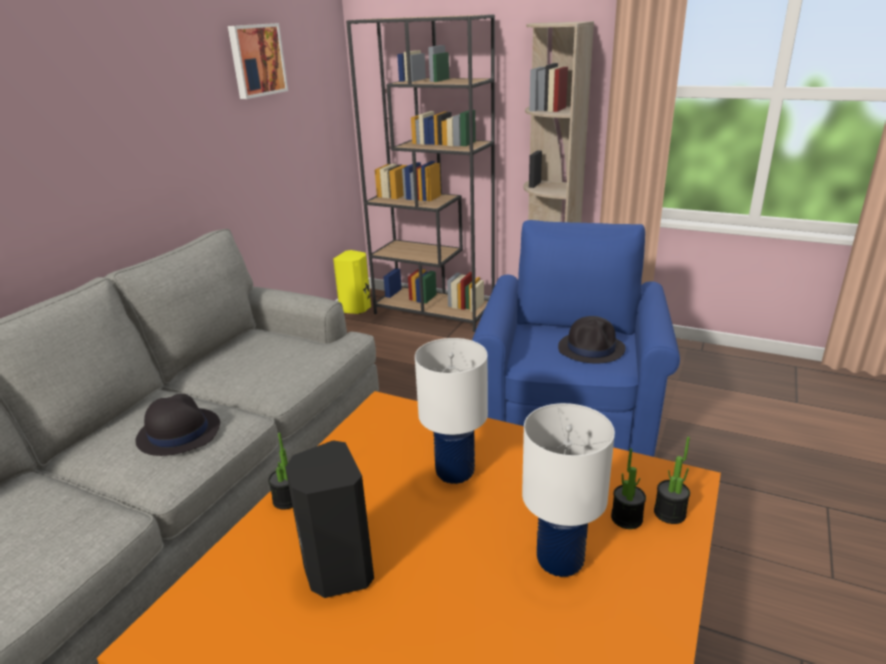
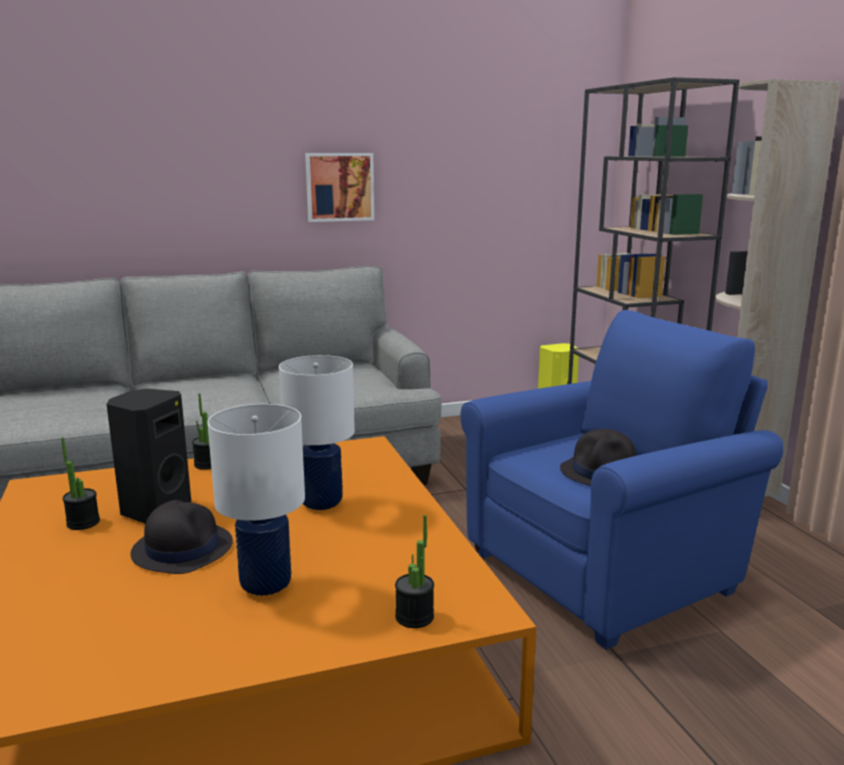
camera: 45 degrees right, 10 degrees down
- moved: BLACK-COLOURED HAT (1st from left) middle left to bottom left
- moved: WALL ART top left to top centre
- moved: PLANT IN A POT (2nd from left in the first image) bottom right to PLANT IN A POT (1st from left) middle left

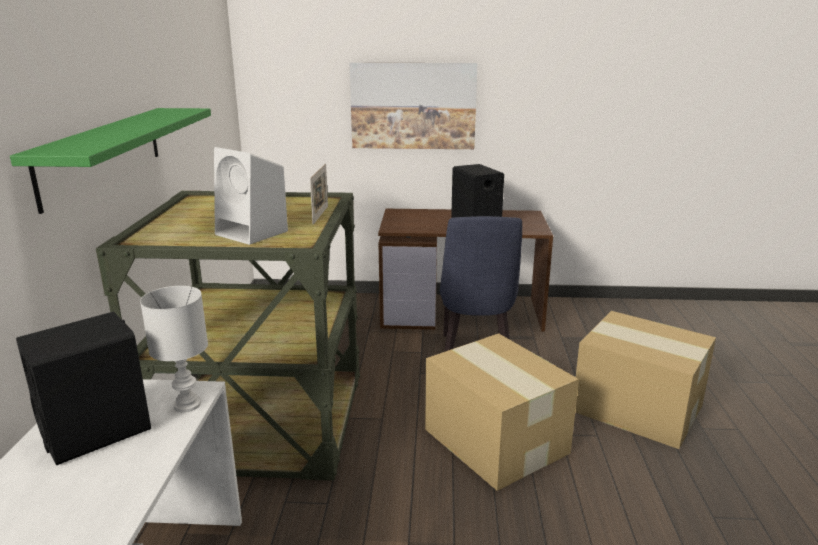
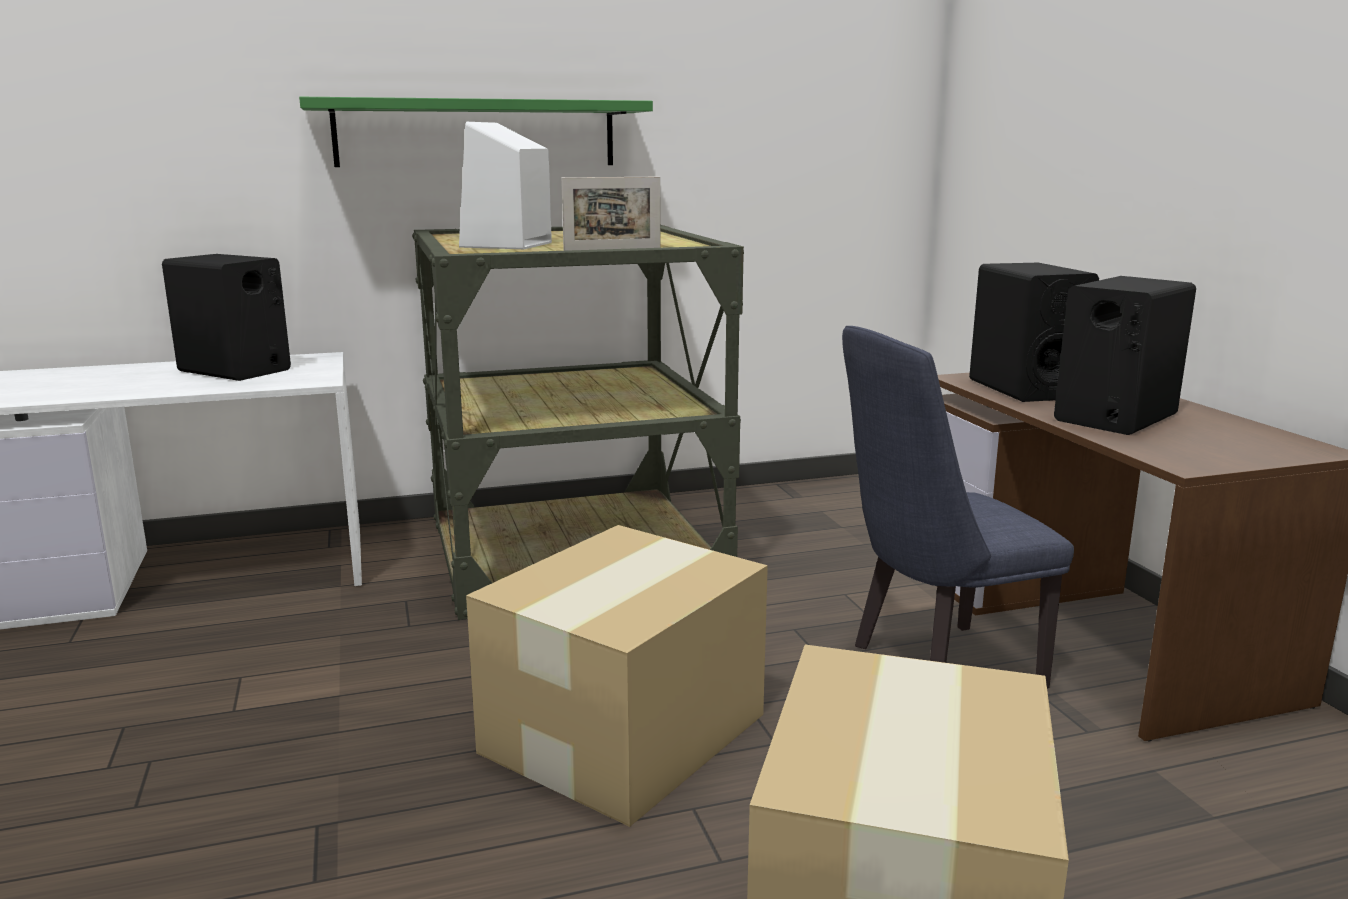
camera: 70 degrees right, 5 degrees down
- removed: WHITISH LAMP FOR A TABLE middle left
- removed: WALL ART top centre
- added: BLACK-COLOURED LOUDSPEAKER (2nd from left) middle right

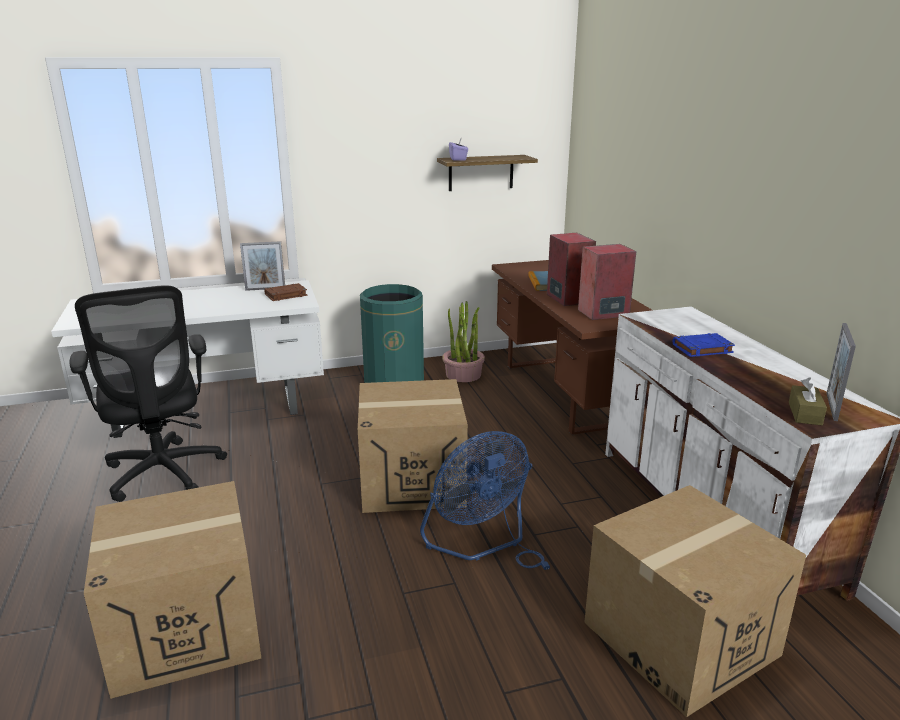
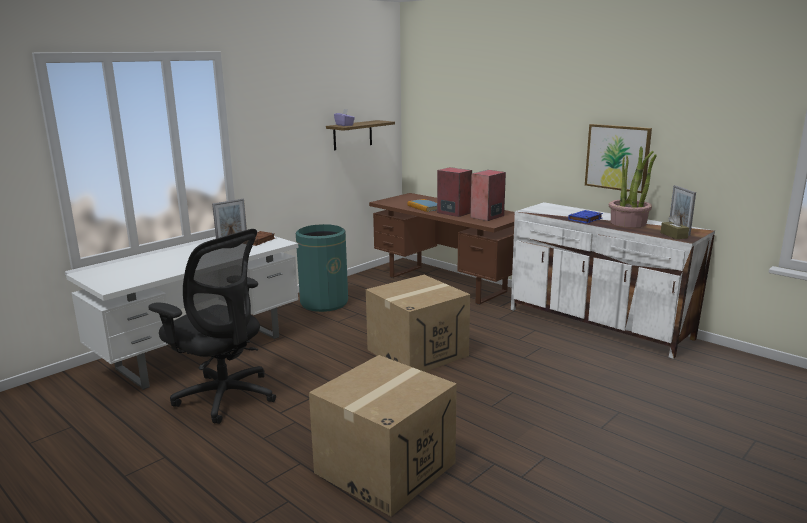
camera: 30 degrees left, 5 degrees down
- removed: BLUISH ELECTRIC FAN bottom centre
- moved: PLANT IN A POT centre to middle right
- removed: PACKING BOX (3rd from left) bottom right
- added: WALL ART top right

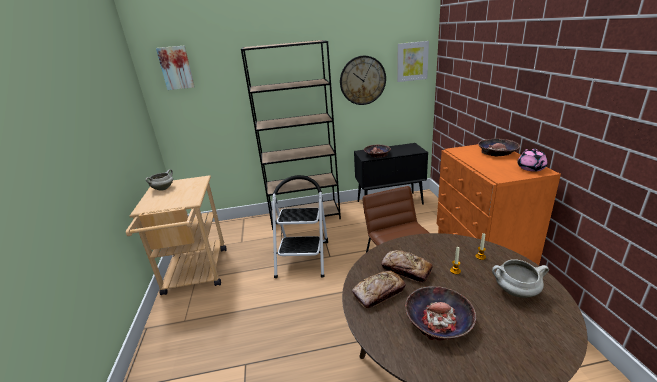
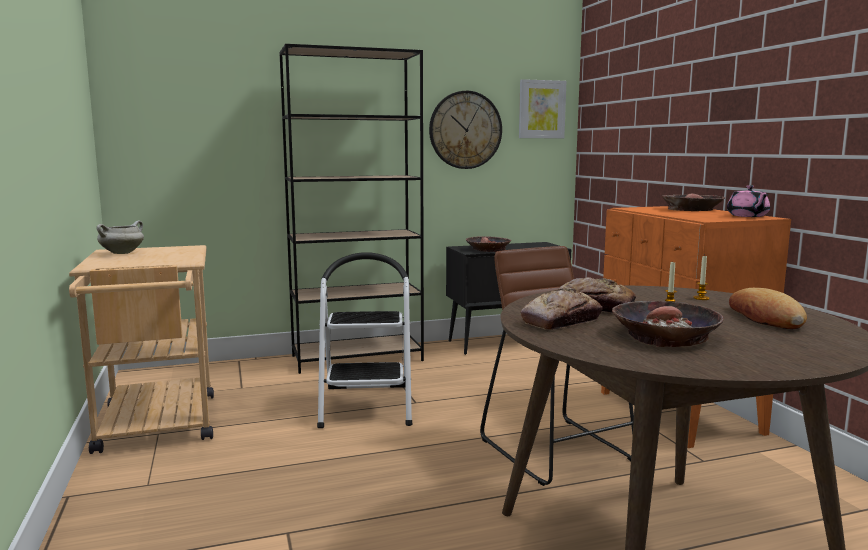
camera: 10 degrees left, 15 degrees down
- removed: WALL ART (1st from left) top left
- replaced: WHITISH SAUCEPOT (2nd from left) bottom right to BAKED BREAD (3rd from left) middle right

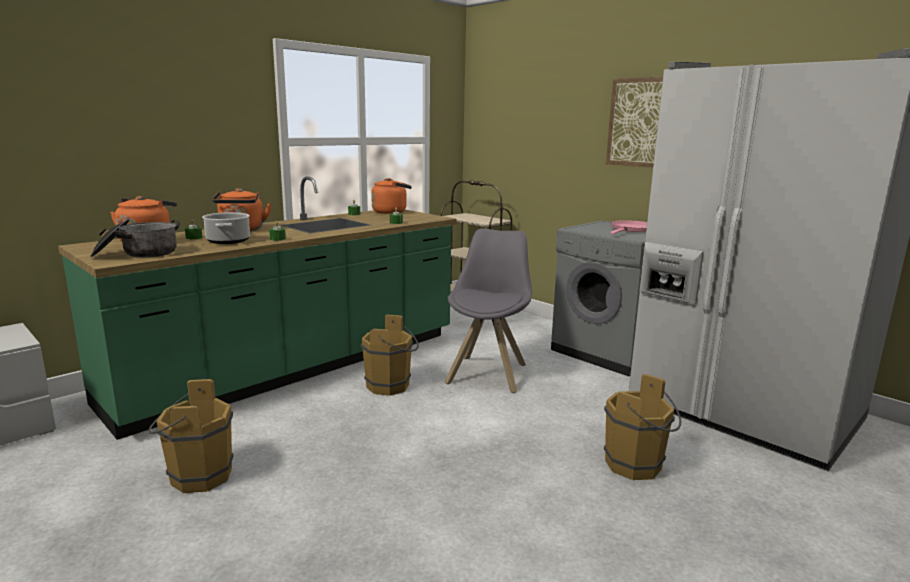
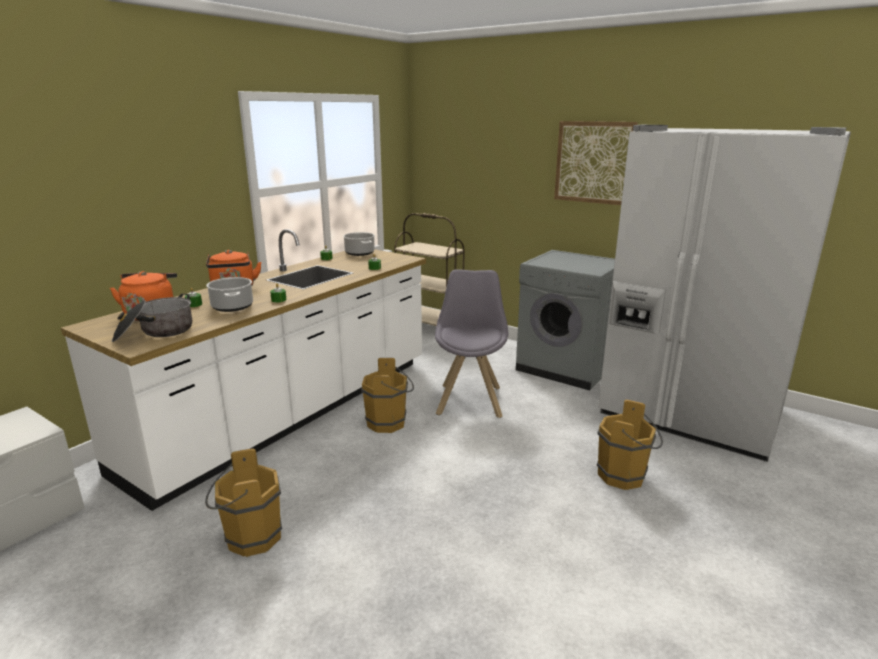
camera: 10 degrees left, 5 degrees up
- recoloured: GREEN KITCHEN COUNTER middle left to WHITISH KITCHEN COUNTER middle left
- replaced: ORANGEY WATER KETTLE (3rd from left) centre to SAUCEPOT (3rd from left) centre
- removed: PINKISH SKILLET middle right

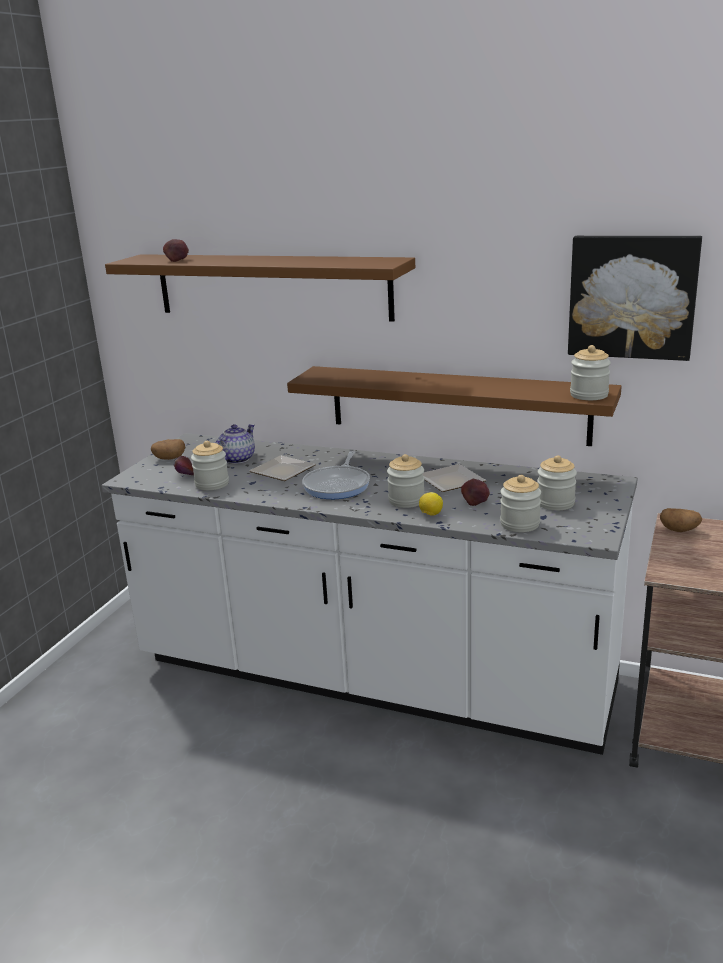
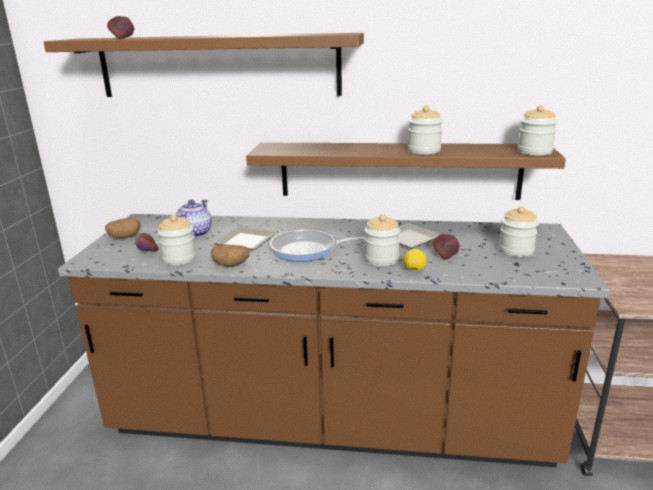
camera: 15 degrees left, 0 degrees up
- recoloured: WHITISH KITCHEN COUNTER centre to BROWNISH KITCHEN COUNTER bottom centre
- turned: SKILLET centre = centre 90 degrees clockwise
- moved: JAR (3rd from left) middle right to top centre
- removed: WALL ART top right
- moved: SPUD (2nd from left) middle right to centre

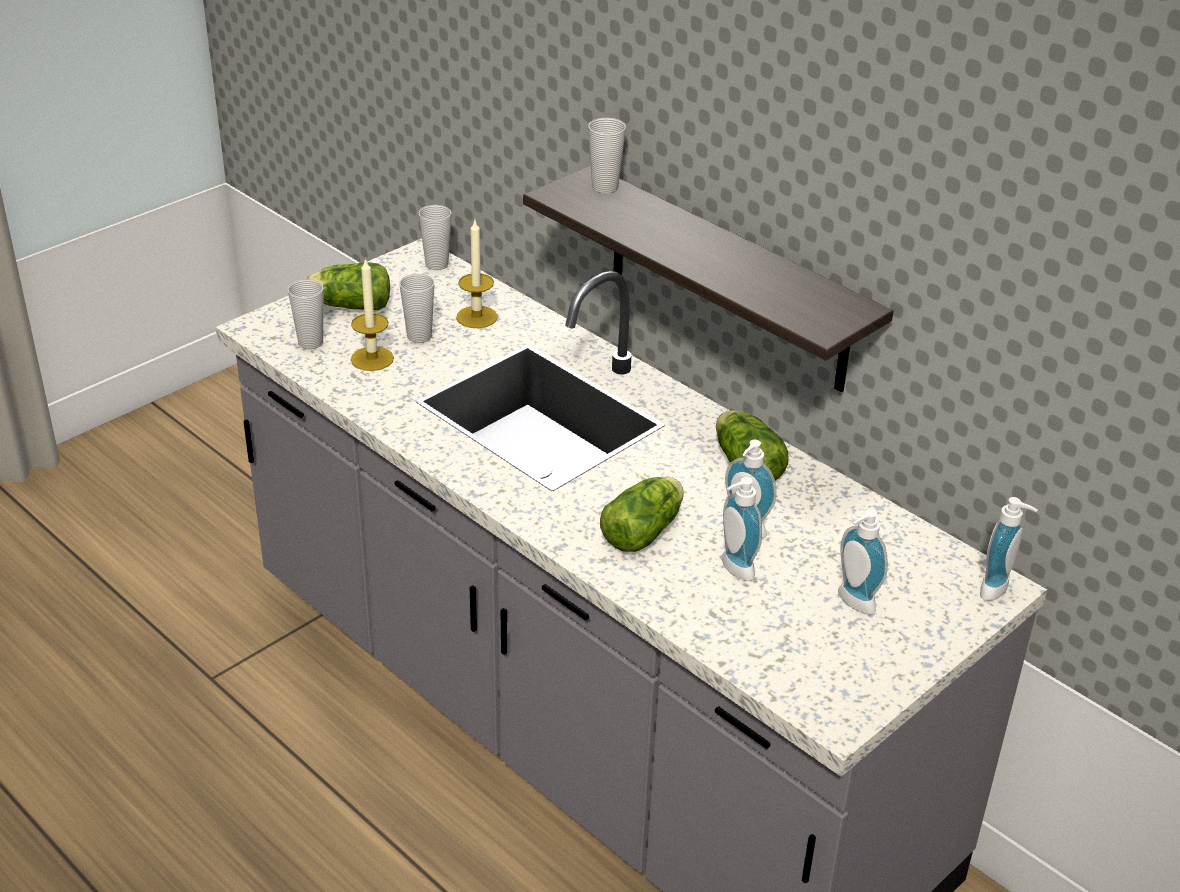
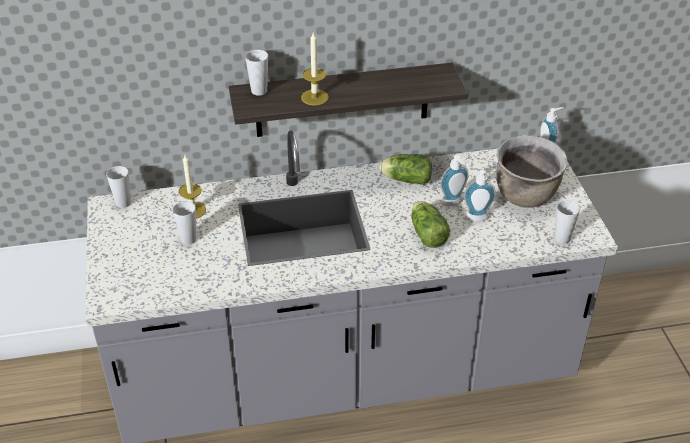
camera: 55 degrees left, 5 degrees up
- moved: SMALL CUP (1st from left in the first image) middle left to SMALL CUP (4th from left) middle right
- removed: LETTUCE HEAD (1st from left) top left
- moved: WAX CANDLE (1st from left in the first image) middle left to WAX CANDLE (2nd from left) top centre
- replaced: LIQUID SOAP BOTTLE (3rd from left) middle right to BROWNISH SAUCEPOT middle right

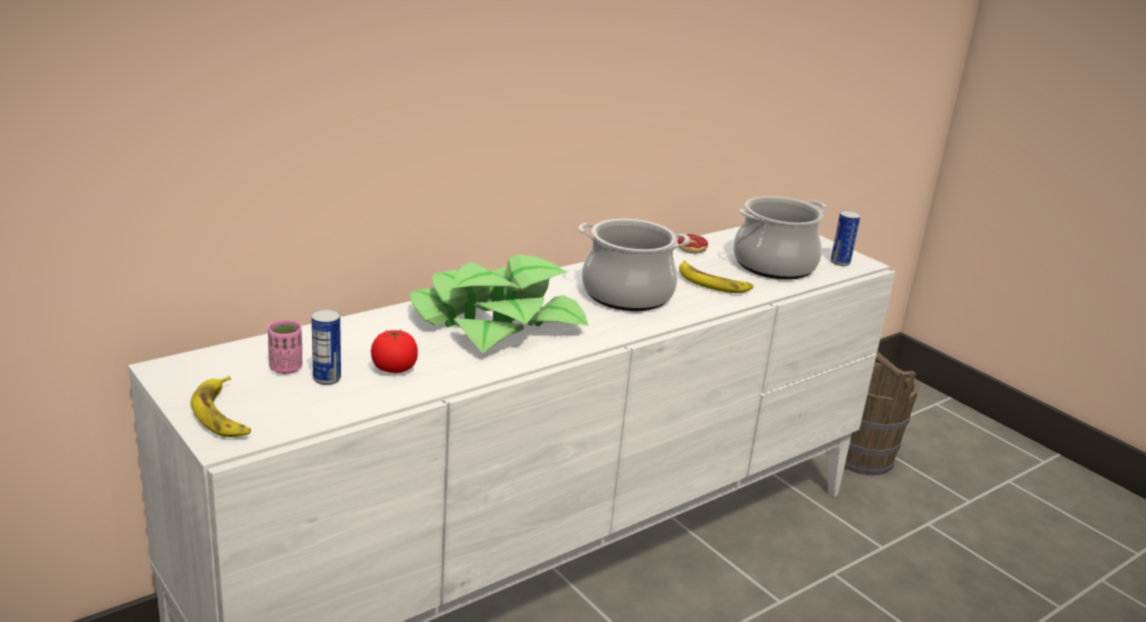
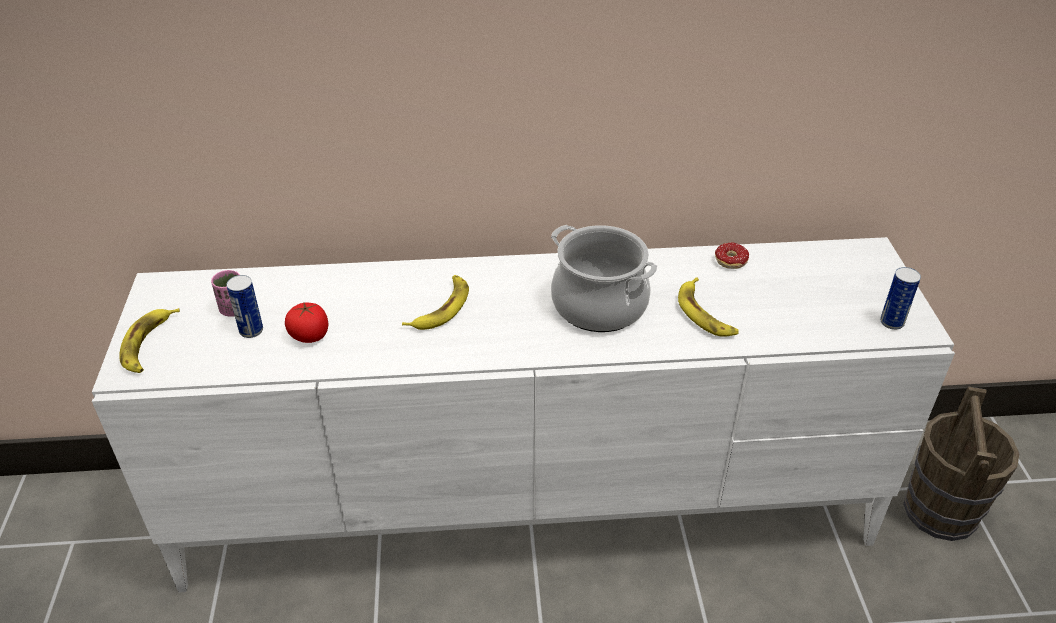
camera: 35 degrees right, 15 degrees up
- replaced: PLANT IN A POT centre to WHOLE BANANA (2nd from left) centre
- removed: SAUCEPOT (2nd from left) middle right

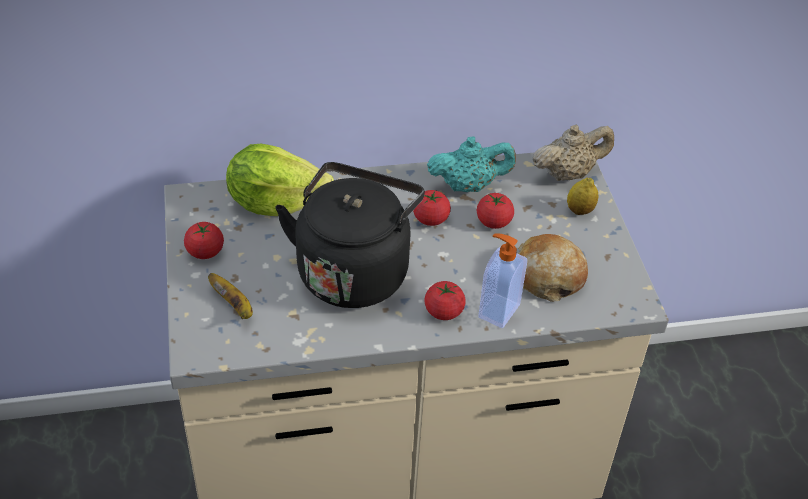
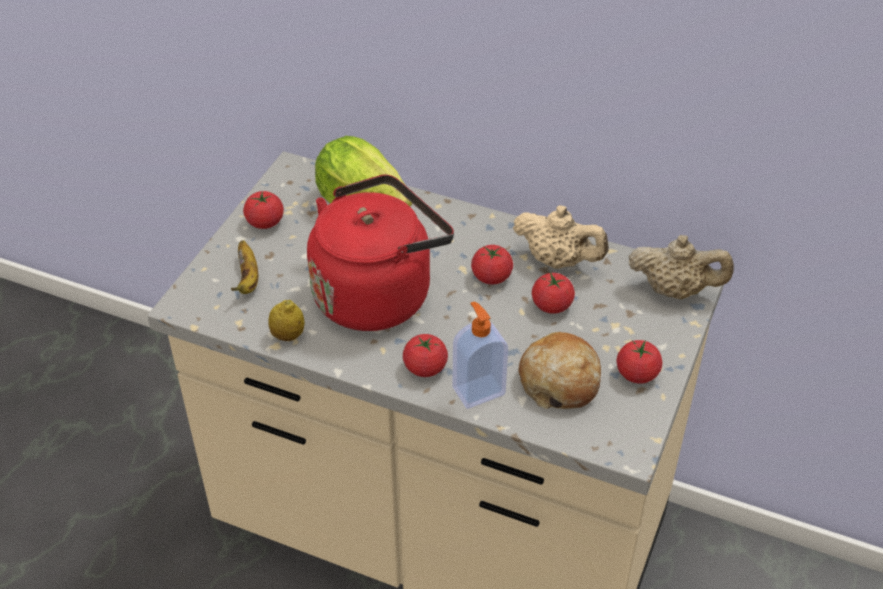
camera: 35 degrees right, 0 degrees up
- recoloured: BLACK-COLOURED WATER KETTLE centre to RED WATER KETTLE centre
- recoloured: TURQUOISE POT FOR TEA top centre to SAND-COLOURED POT FOR TEA (1st from left) centre
- moved: LEMON middle right to middle left
- added: WHOLE TOMATO (5th from left) middle right

